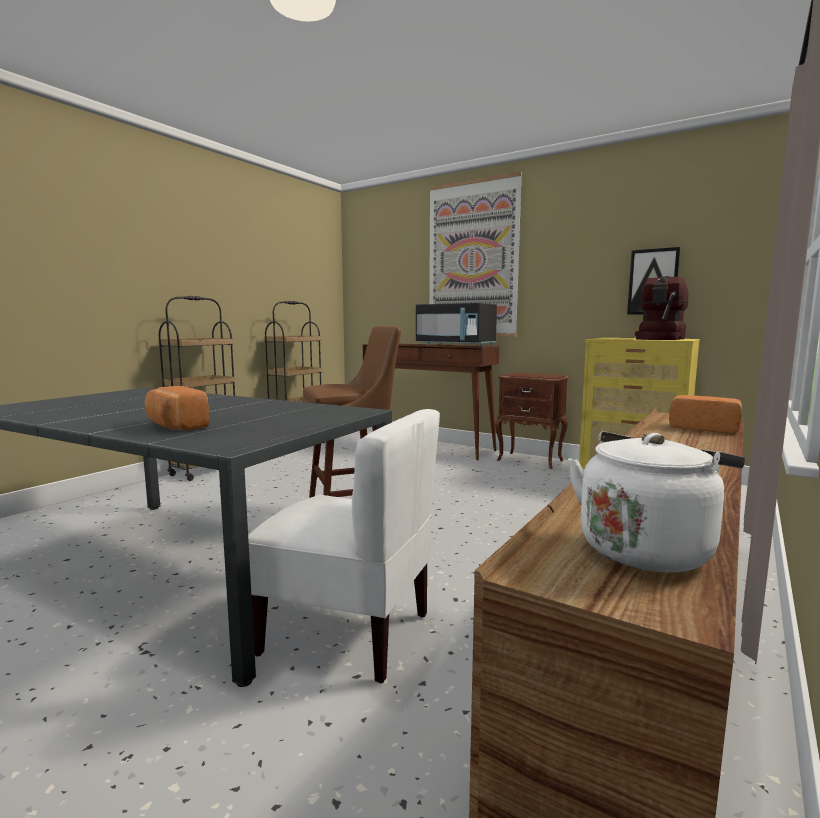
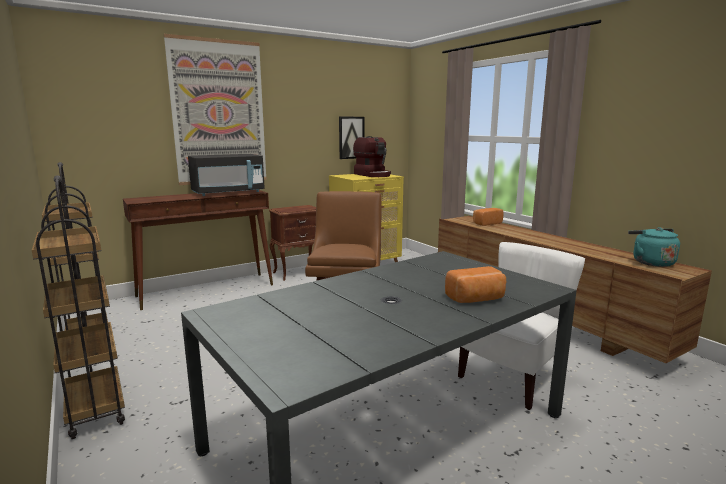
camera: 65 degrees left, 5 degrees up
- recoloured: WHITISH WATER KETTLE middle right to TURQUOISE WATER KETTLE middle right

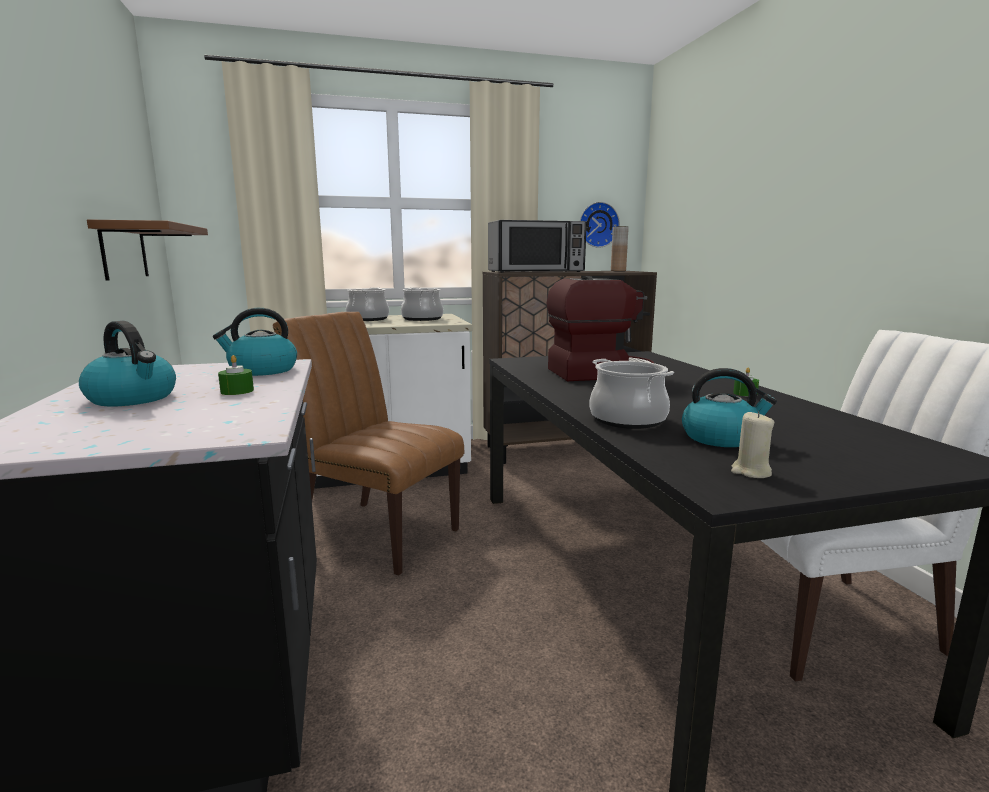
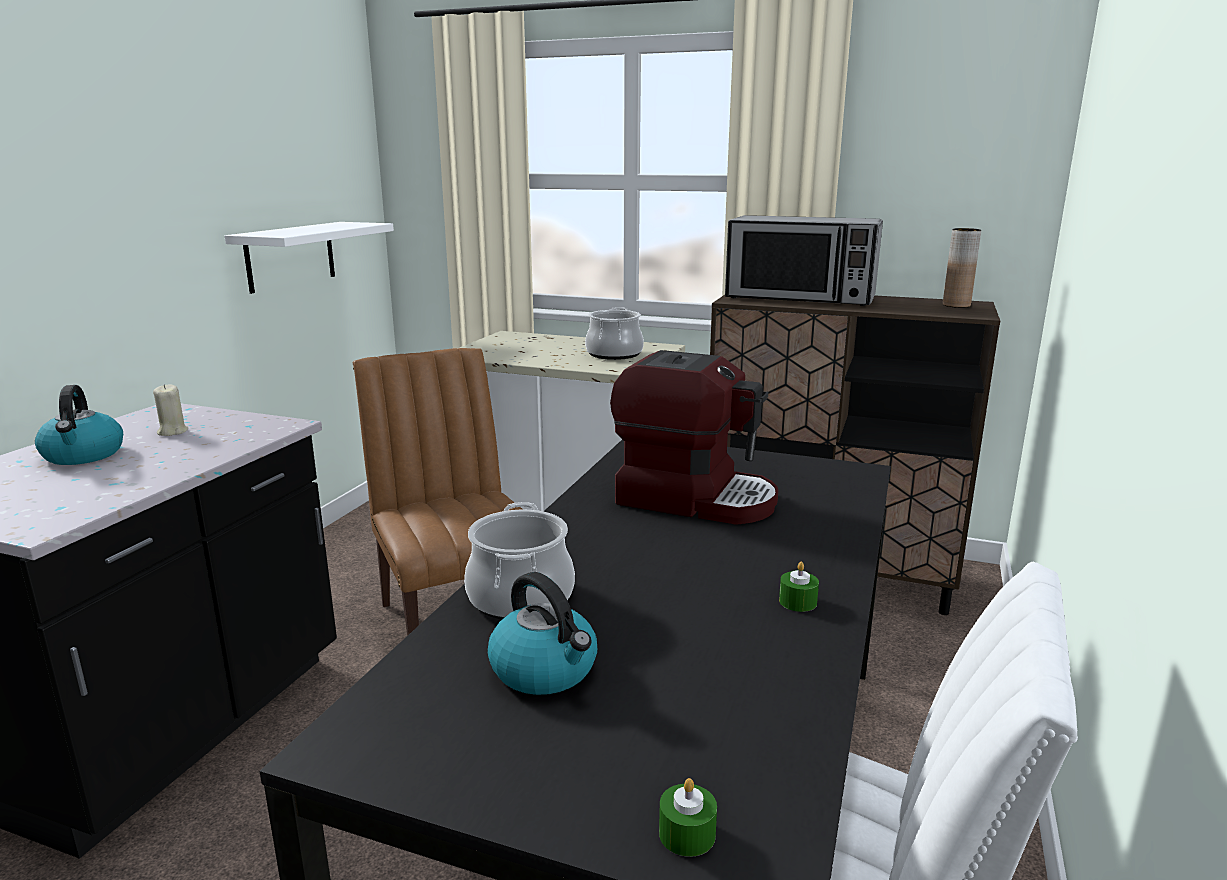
camera: 35 degrees right, 5 degrees up
- recoloured: BROWNISH SHELF top left to WHITISH SHELF top left
- removed: WATER KETTLE (2nd from left) middle left
- moved: GREEN WAX CANDLE (1st from left) middle left to bottom centre
- removed: SAUCEPOT (1st from left) centre
- removed: WALL CLOCK top centre
- moved: SAND-COLOURED WAX CANDLE middle right to middle left

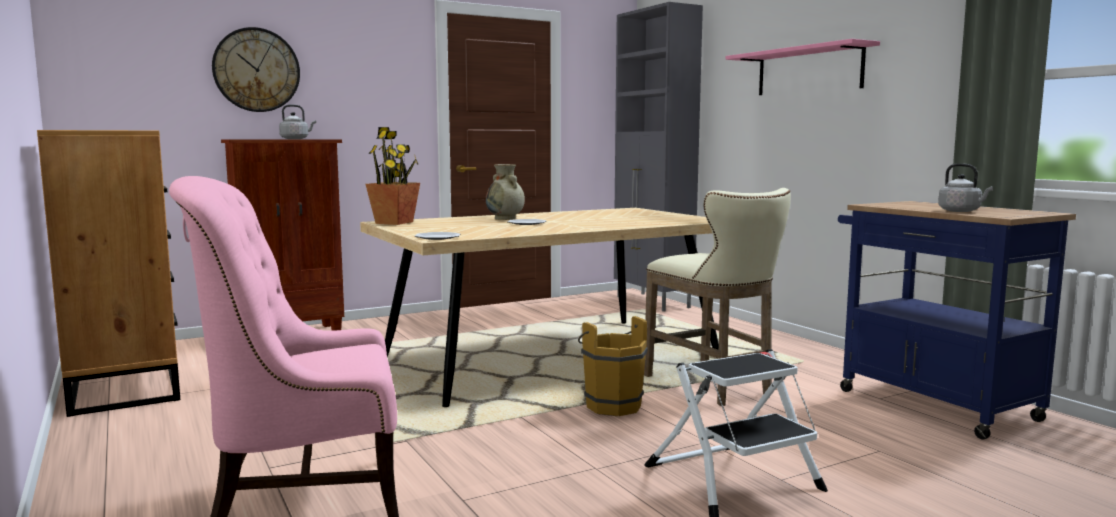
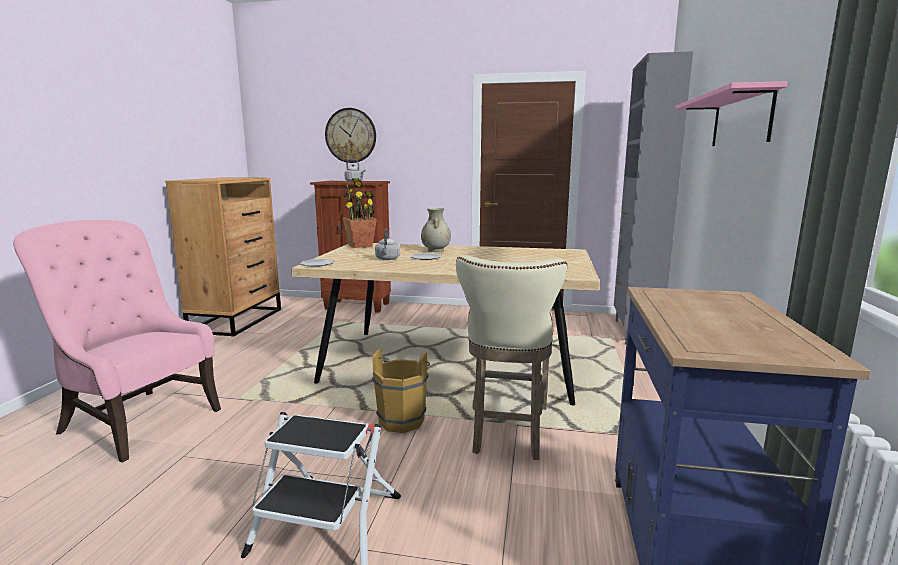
camera: 40 degrees right, 5 degrees up
- moved: GREY WATER KETTLE (2nd from left) middle right to centre

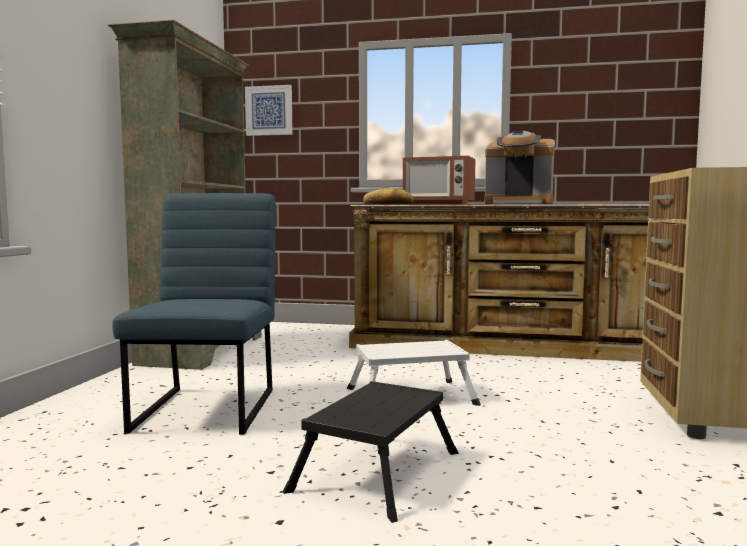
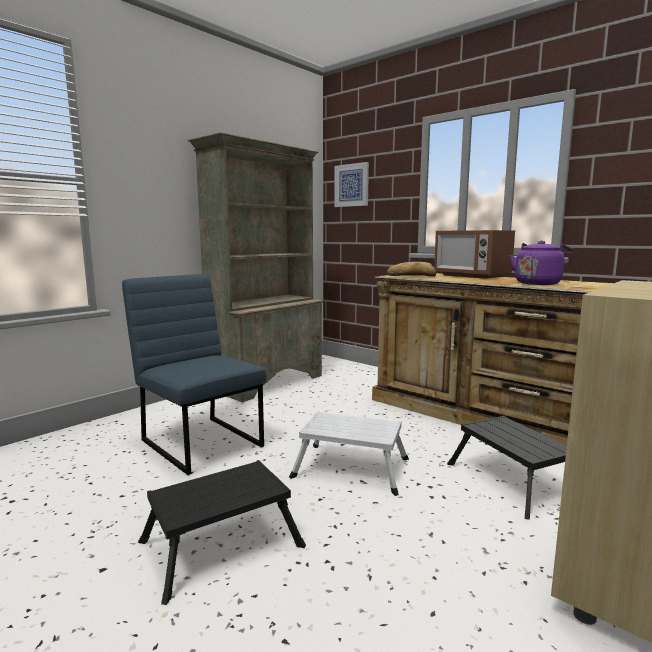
camera: 30 degrees right, 5 degrees up
- turned: BLUISH CHAIR middle left = middle left 75 degrees counterclockwise
- replaced: COFFEE MAKER top right to PURPLISH WATER KETTLE middle right
- added: BLACK-COLOURED STEP STOOL (2nd from left) bottom right

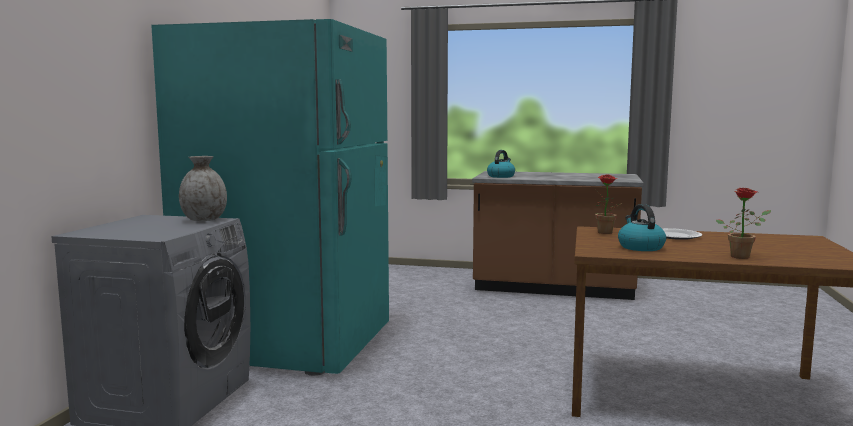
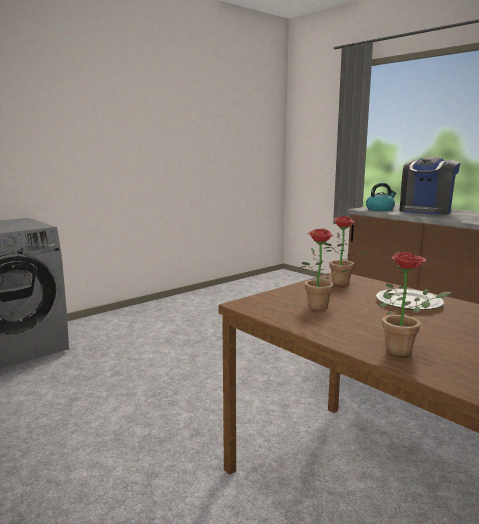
camera: 35 degrees right, 5 degrees up
- removed: TURQUOISE FRIDGE middle left
- removed: GREY VASE middle left
- replaced: WATER KETTLE (2nd from left) middle right to PLANT IN A POT (1st from left) middle right
- added: COFFEE MAKER middle right

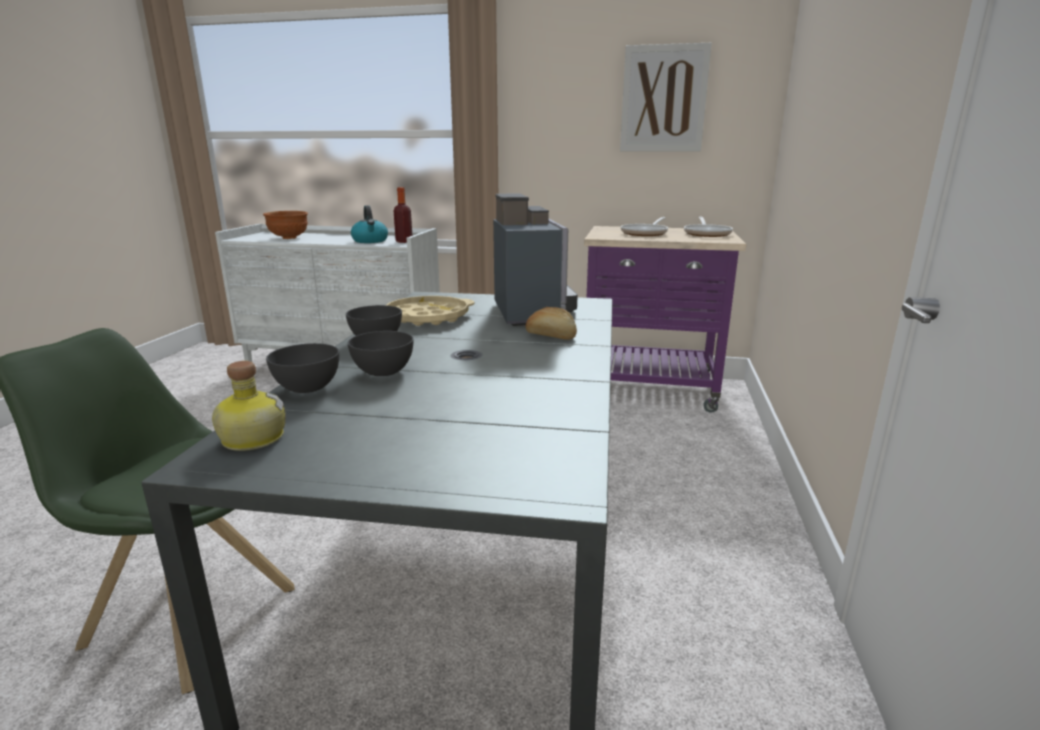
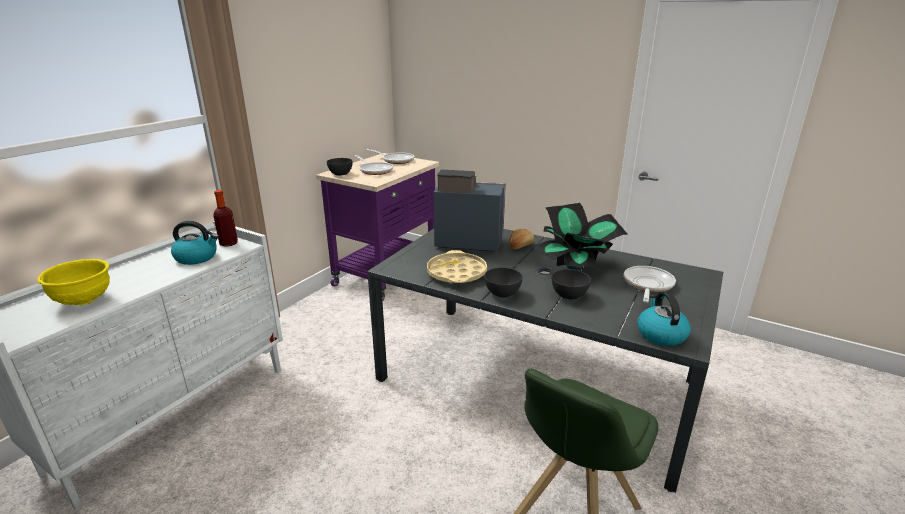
camera: 70 degrees left, 5 degrees up
- replaced: BEVERAGE BOTTLE (1st from left) middle left to WATER KETTLE (2nd from left) middle right
- recoloured: BROWNISH DEEP DISH top left to YELLOW-COLOURED DEEP DISH middle left
- moved: GREY DEEP DISH (1st from left) middle left to top centre
- removed: WALL ART top centre
- added: PLANT IN A POT centre
- added: SKILLET (3rd from left) middle right

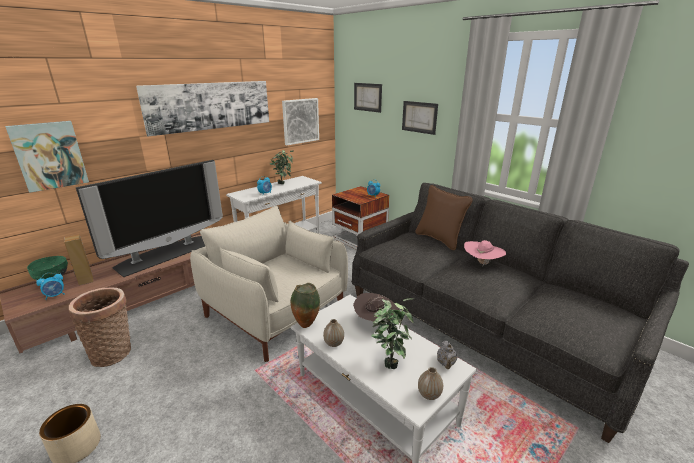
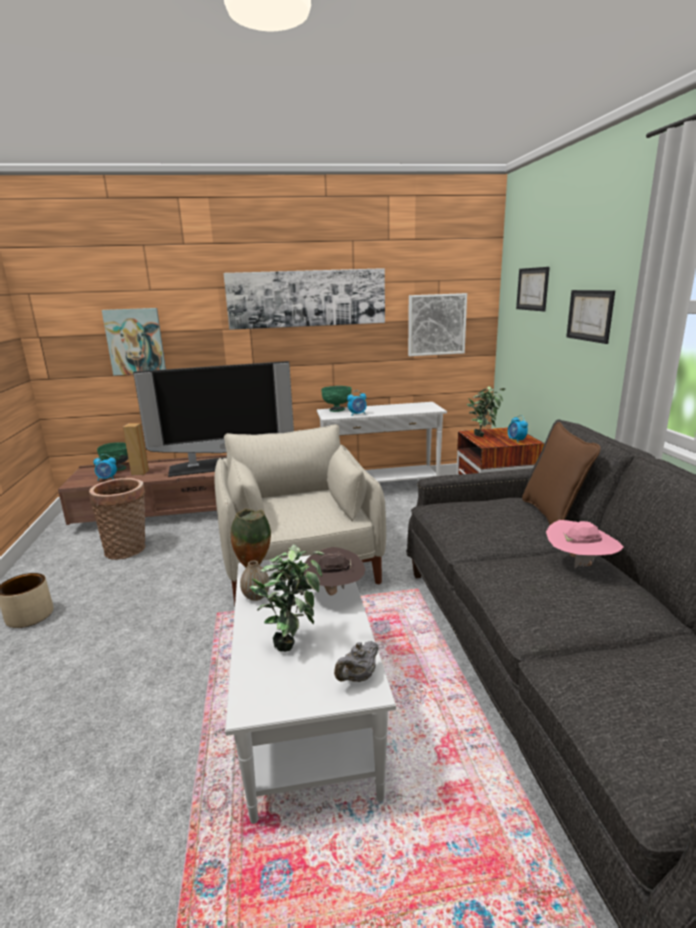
camera: 35 degrees right, 5 degrees down
- moved: PLANT IN A POT (1st from left in the first image) centre to PLANT IN A POT (2nd from left) middle right
- removed: VASE (3rd from left) bottom centre
- added: GREEN DEEP DISH (2nd from left) centre

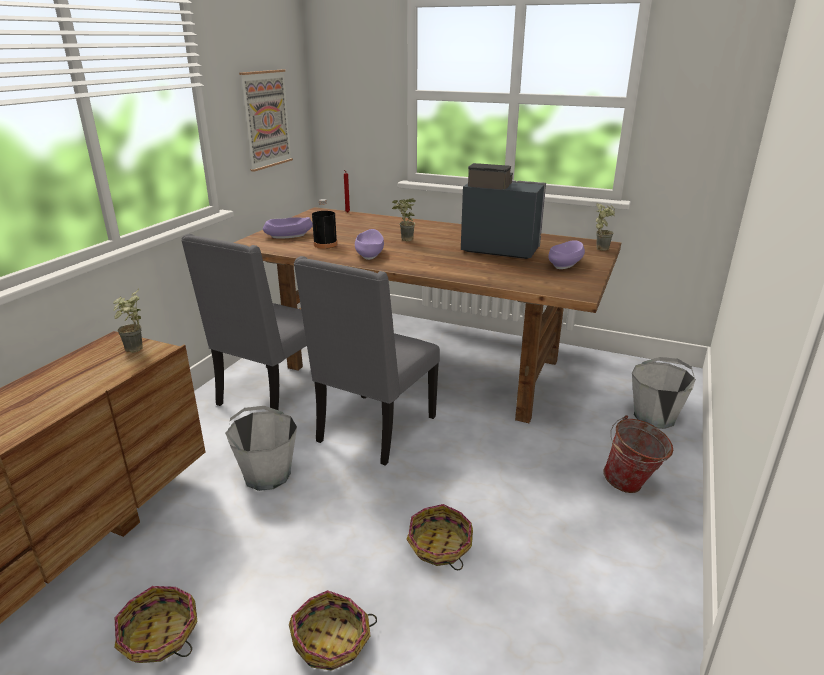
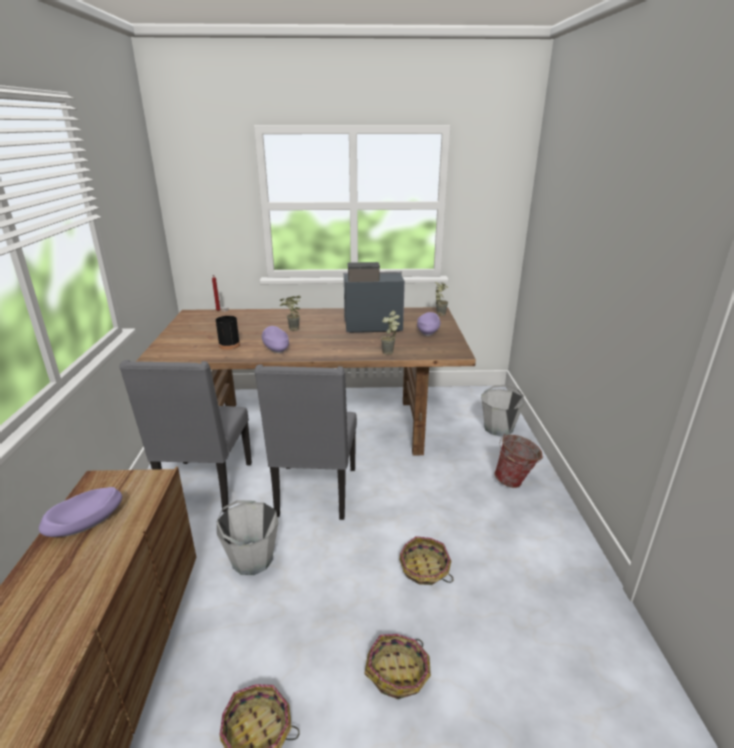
camera: 25 degrees left, 0 degrees up
- moved: PLANT IN A POT (1st from left in the first image) middle left to PLANT IN A POT (2nd from left) centre
- removed: WALL ART top left
- moved: PURPLISH DEEP DISH (1st from left) centre to bottom left

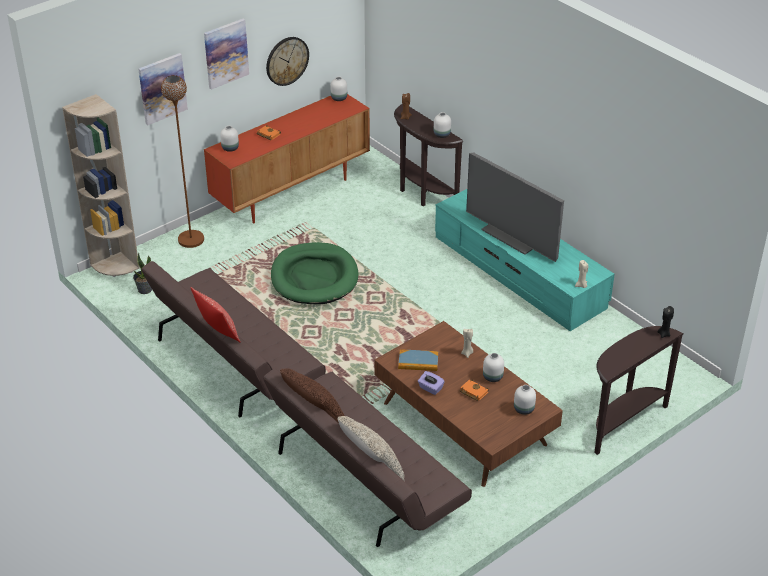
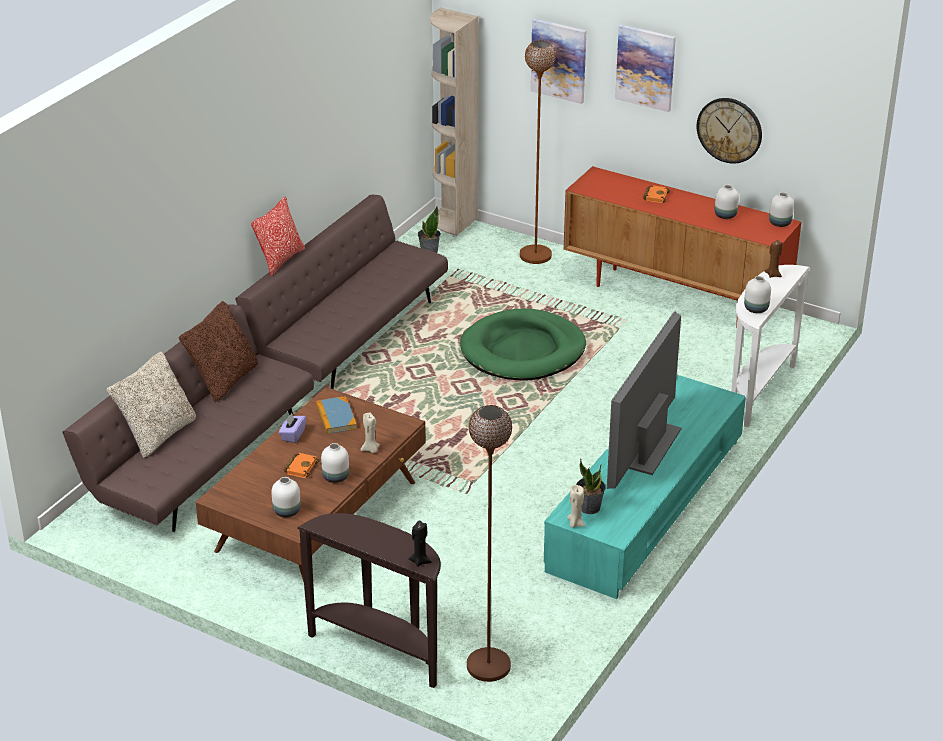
camera: 70 degrees right, 5 degrees down
- moved: WHITISH VASE (1st from left in the first image) top left to WHITISH VASE (3rd from left) top right
- recoloured: BROWNISH NARROW TABLE (1st from left) top centre to WHITISH NARROW TABLE middle right
- added: BROWNISH FLOOR LAMP (1st from left) bottom centre
- added: PLANT IN A POT (2nd from left) centre

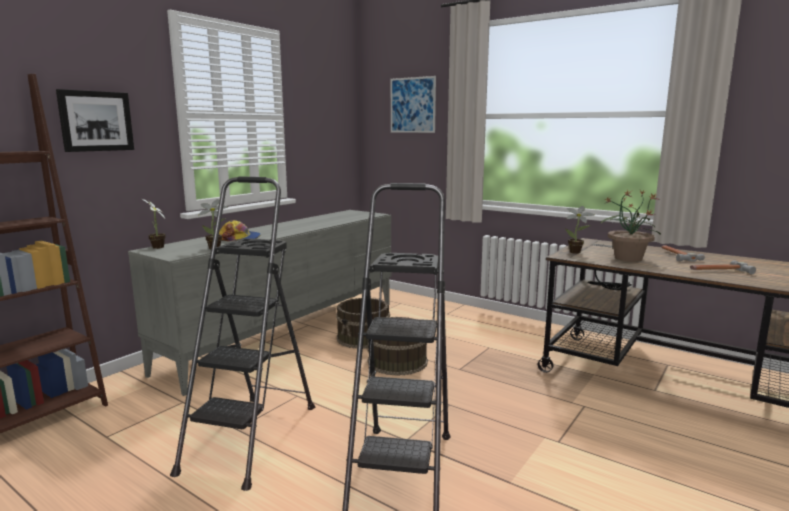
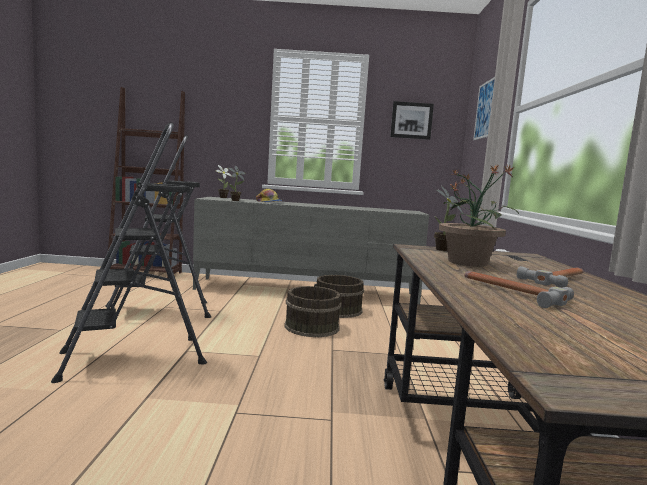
camera: 55 degrees right, 5 degrees down
- moved: WALL ART (1st from left) top left to top centre

